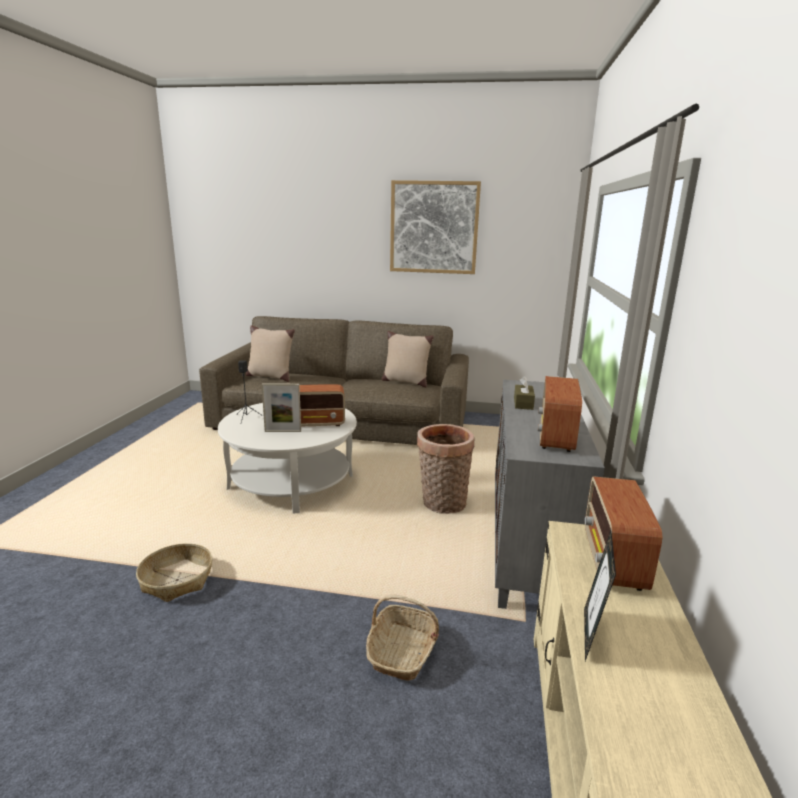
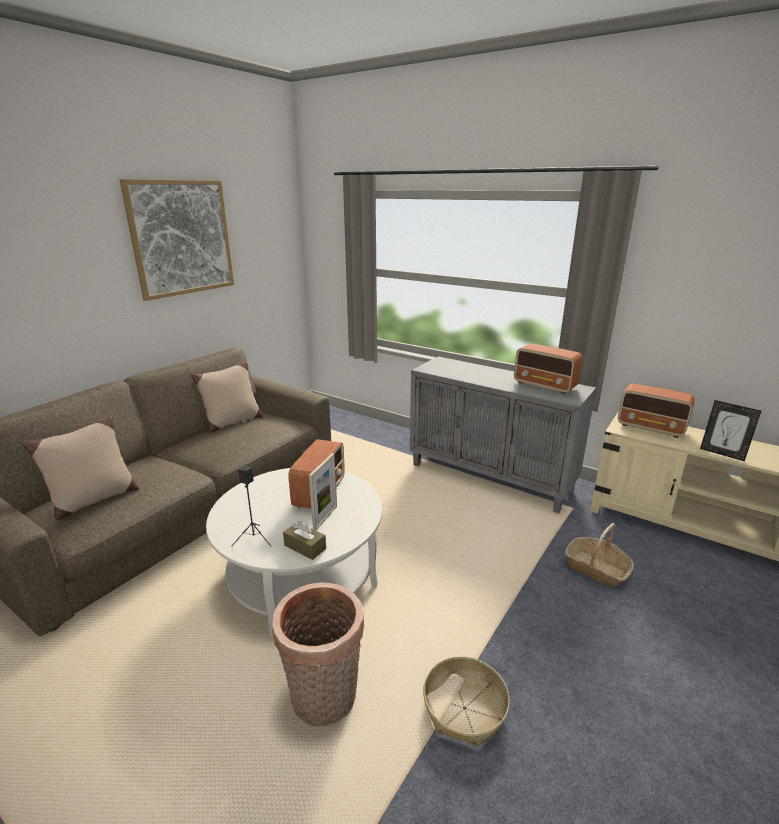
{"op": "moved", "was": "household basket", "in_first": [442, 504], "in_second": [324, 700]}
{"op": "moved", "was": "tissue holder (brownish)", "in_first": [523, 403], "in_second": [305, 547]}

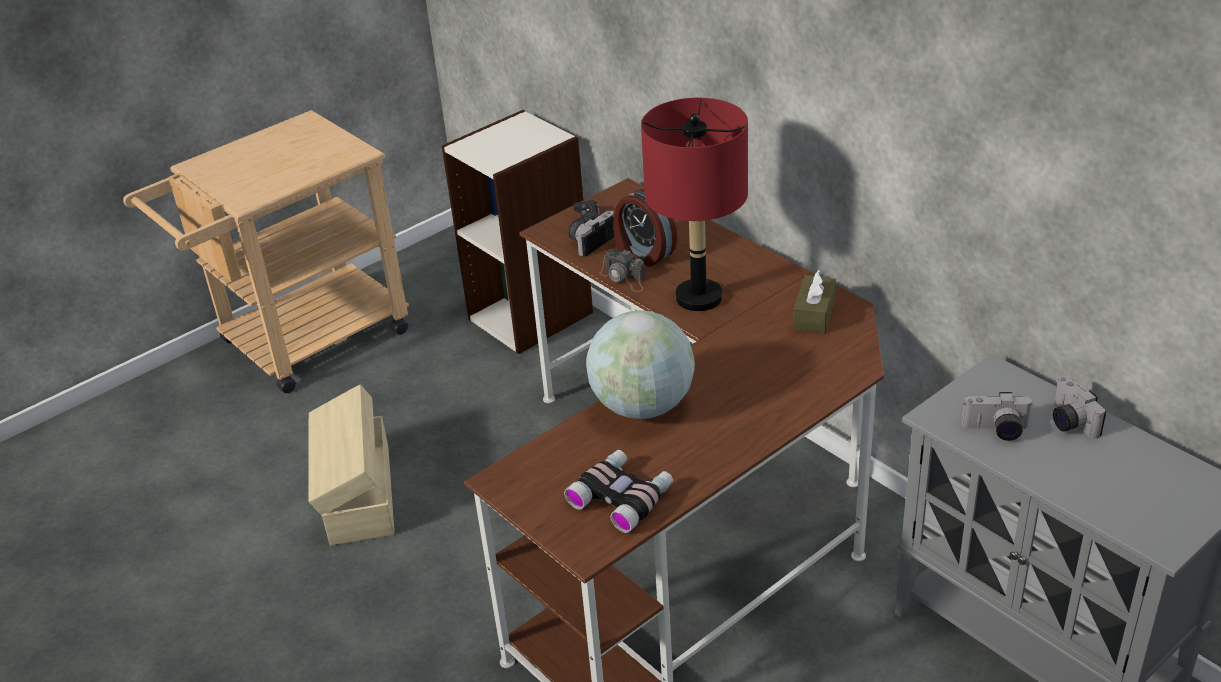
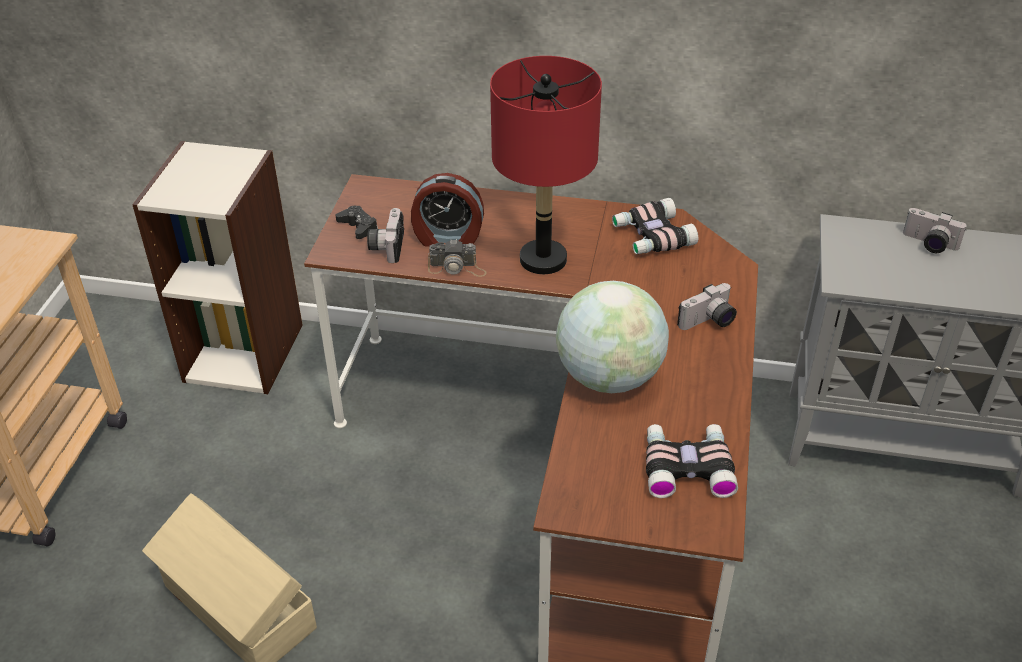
{"op": "replaced", "was": "tissue holder (brownish)", "now": "field glasses", "in_first": [814, 314], "in_second": [651, 236]}
{"op": "moved", "was": "photo camera", "in_first": [996, 431], "in_second": [709, 322]}

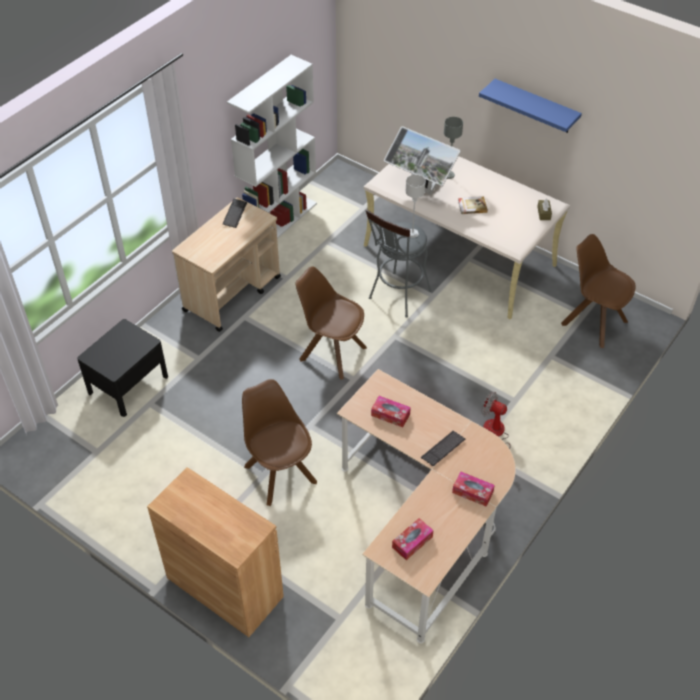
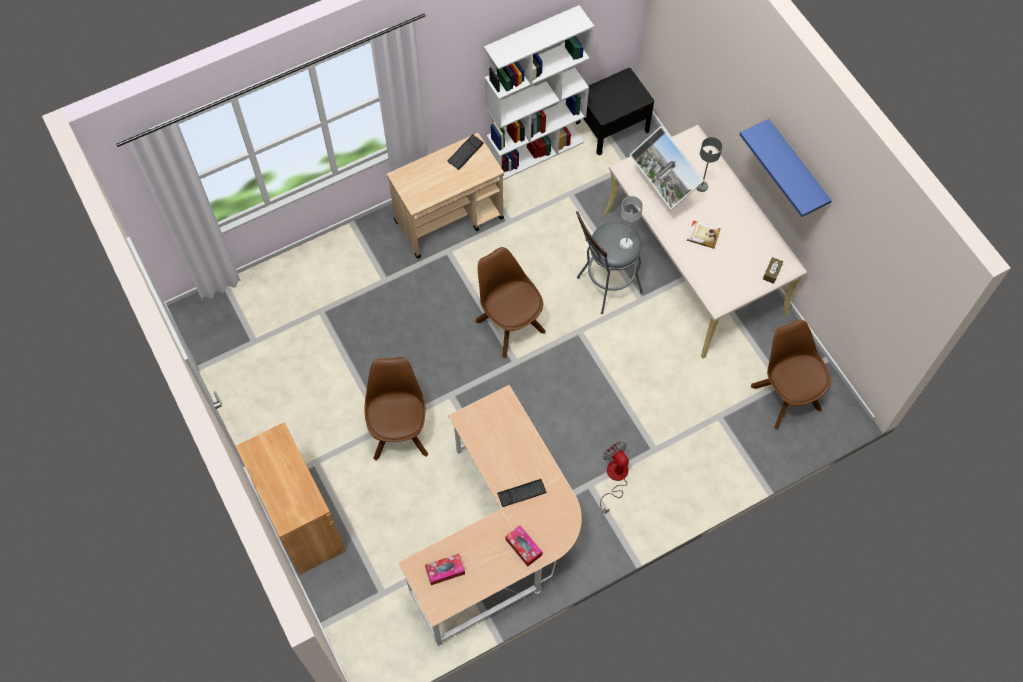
{"op": "moved", "was": "bedside table (blackish)", "in_first": [128, 384], "in_second": [612, 126]}
{"op": "removed", "was": "tissue holder", "in_first": [390, 415]}

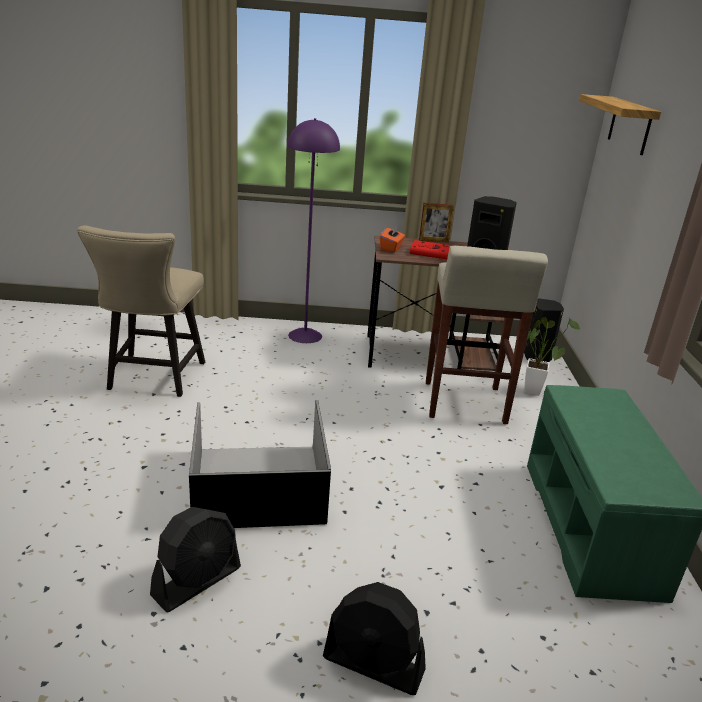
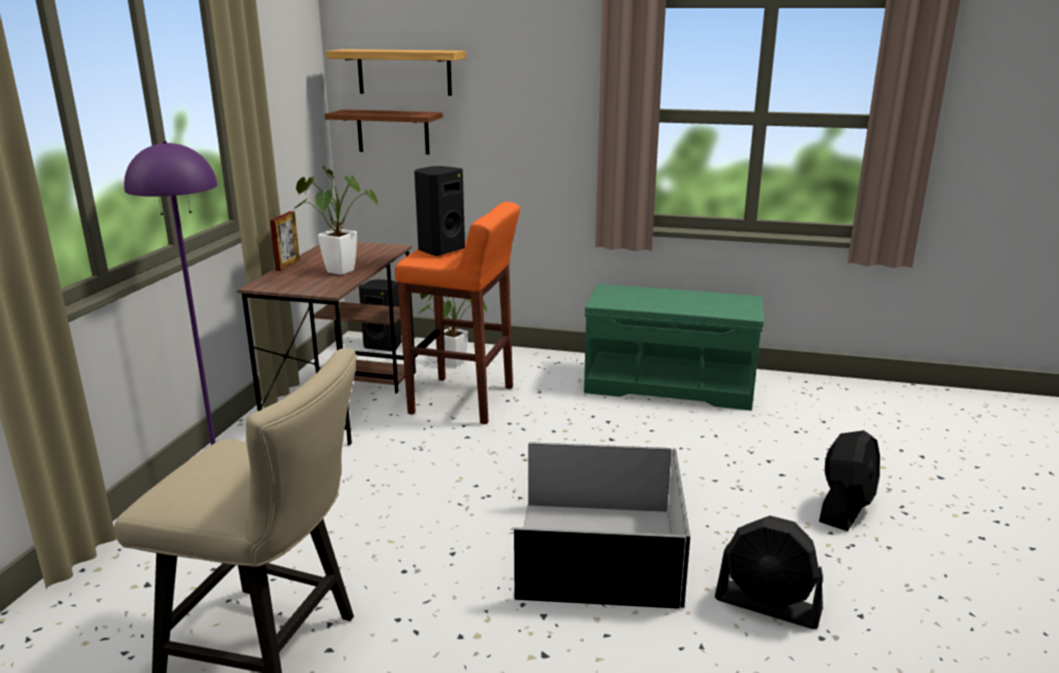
{"op": "turned", "was": "electric fan (blackish)", "in_first": [197, 581], "in_second": [768, 605], "clockwise": 150}
{"op": "removed", "was": "tissue holder (orange-coloured)", "in_first": [391, 248]}
{"op": "replaced", "was": "book (red)", "now": "houseplant", "in_first": [433, 253], "in_second": [336, 270]}
{"op": "recoloured", "was": "stool seat (sand-coloured)", "now": "stool seat (orange-coloured)", "in_first": [464, 403], "in_second": [464, 401]}
{"op": "added", "now": "shelf (brownish)", "in_second": [393, 132]}

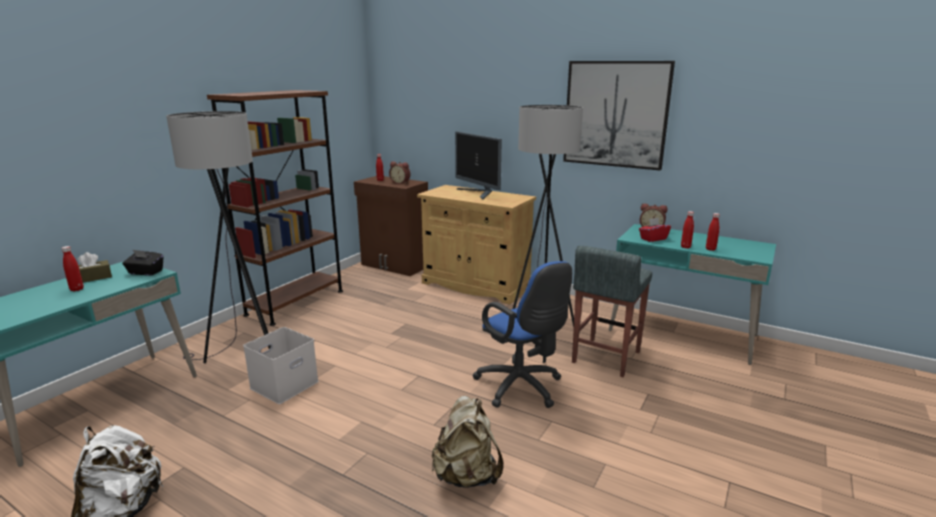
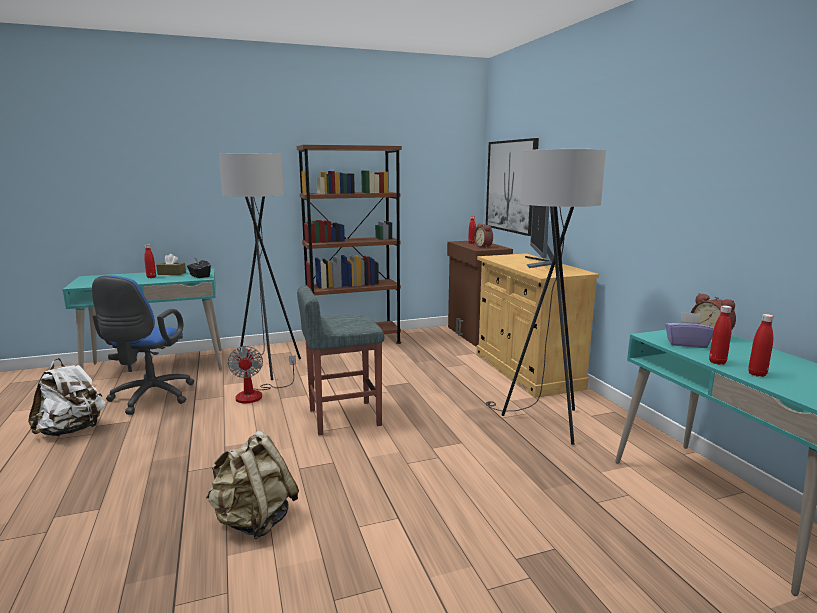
{"op": "replaced", "was": "storage container (white)", "now": "electric fan", "in_first": [284, 384], "in_second": [257, 394]}
{"op": "moved", "was": "computer chair (blue)", "in_first": [522, 388], "in_second": [150, 398]}
{"op": "moved", "was": "picture", "in_first": [615, 114], "in_second": [511, 186]}
{"op": "moved", "was": "stool seat (gray)", "in_first": [605, 357], "in_second": [343, 417]}
{"op": "recoloured", "was": "tissue holder (red)", "now": "tissue holder (purplish)", "in_first": [653, 239], "in_second": [686, 344]}

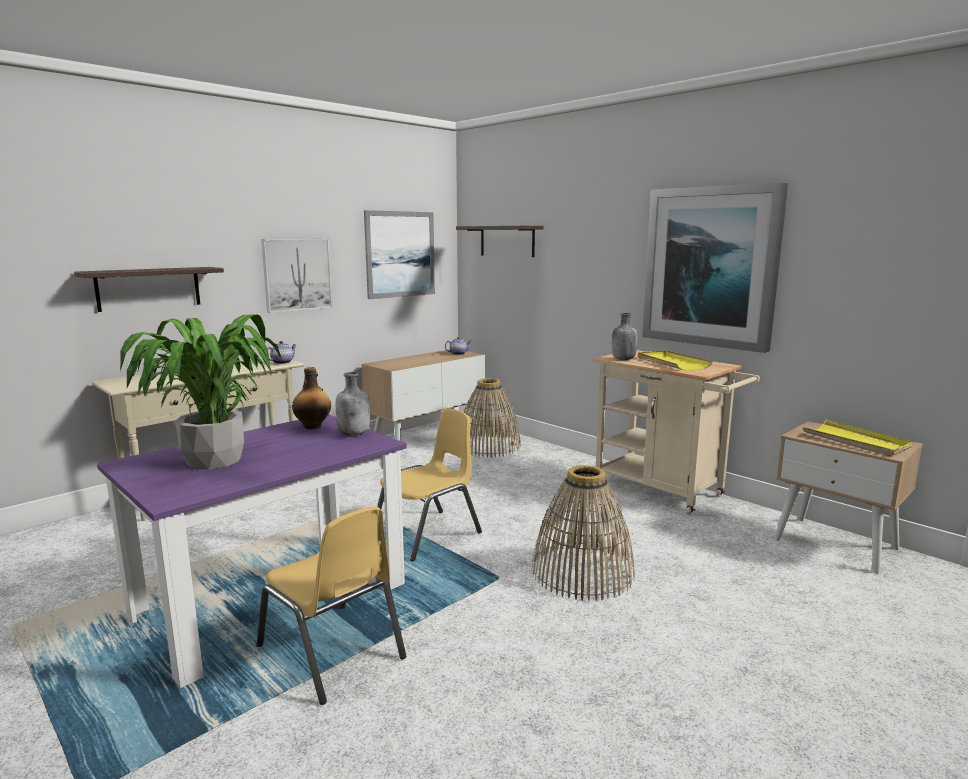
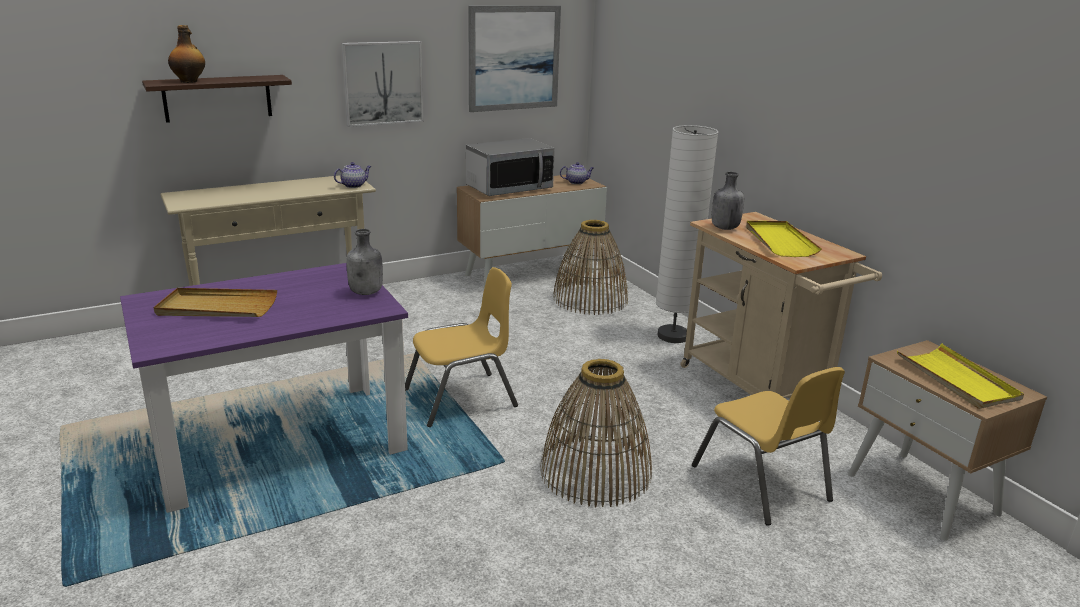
{"op": "replaced", "was": "houseplant", "now": "tray (sand-coloured)", "in_first": [213, 460], "in_second": [217, 307]}
{"op": "moved", "was": "chair (yellow-coloured)", "in_first": [332, 652], "in_second": [761, 483]}
{"op": "moved", "was": "beverage bottle", "in_first": [313, 426], "in_second": [189, 81]}
{"op": "removed", "was": "shelf", "in_first": [507, 241]}
{"op": "removed", "was": "picture", "in_first": [710, 267]}
{"op": "added", "now": "microwave oven", "in_second": [509, 188]}
{"op": "added", "now": "floor lamp (white)", "in_second": [673, 336]}

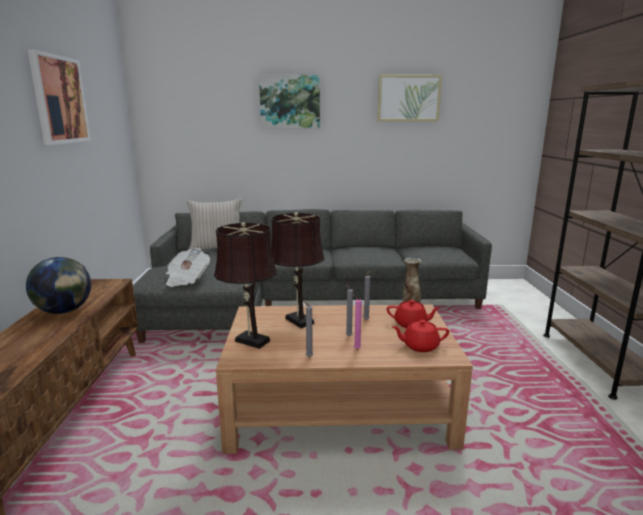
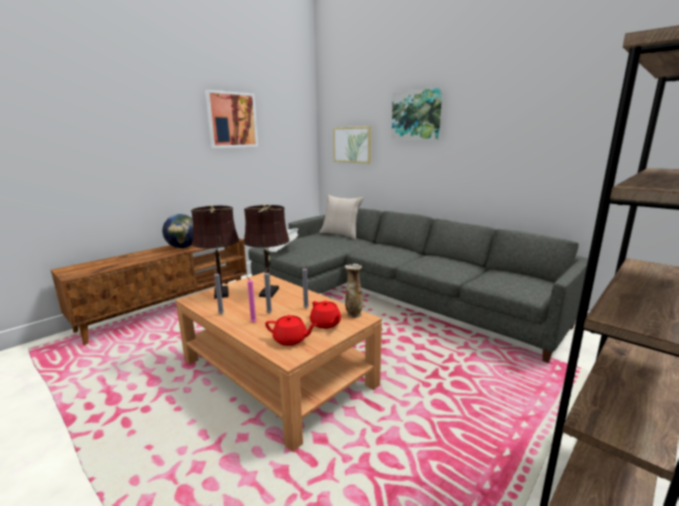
{"op": "moved", "was": "picture", "in_first": [408, 98], "in_second": [352, 144]}
{"op": "turned", "was": "tea pot (red)", "in_first": [419, 346], "in_second": [291, 340], "clockwise": 150}

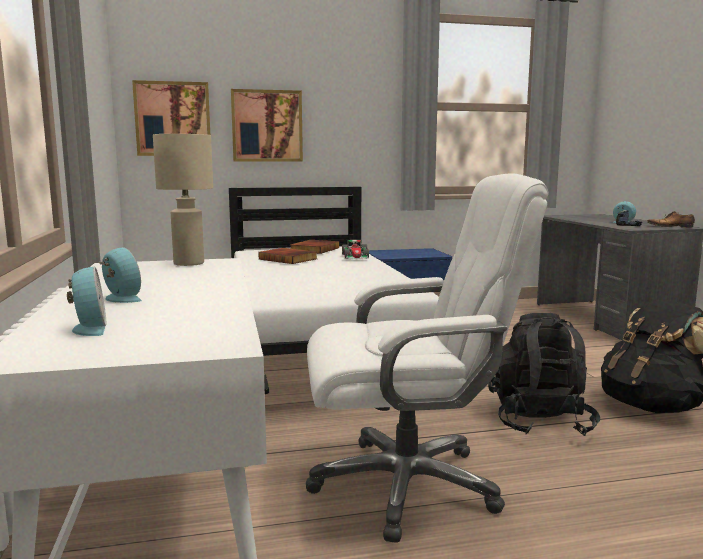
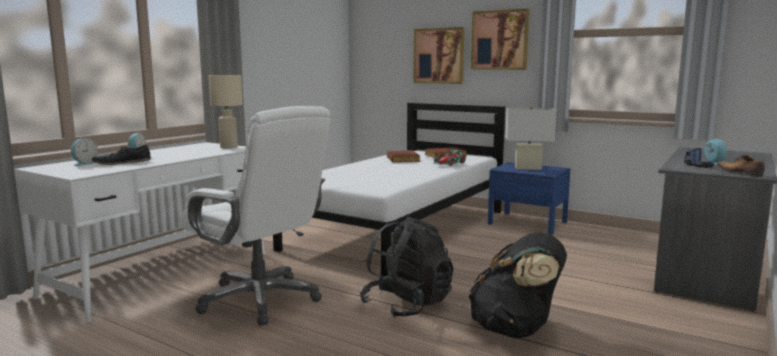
{"op": "moved", "was": "picture", "in_first": [173, 119], "in_second": [499, 40]}
{"op": "added", "now": "low shoe (blackish)", "in_second": [122, 163]}
{"op": "added", "now": "lamp for a table (white)", "in_second": [528, 168]}

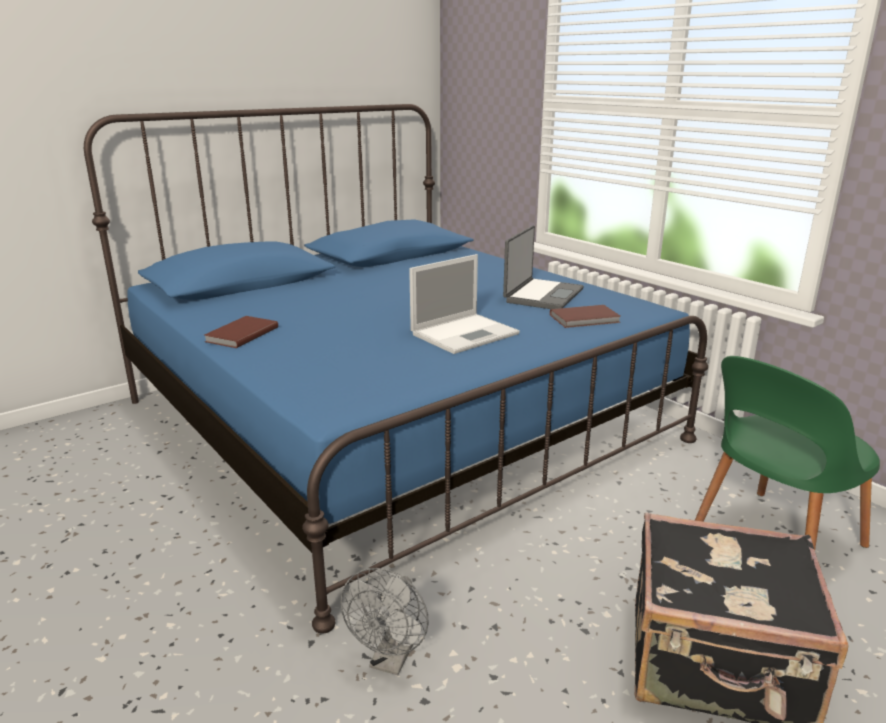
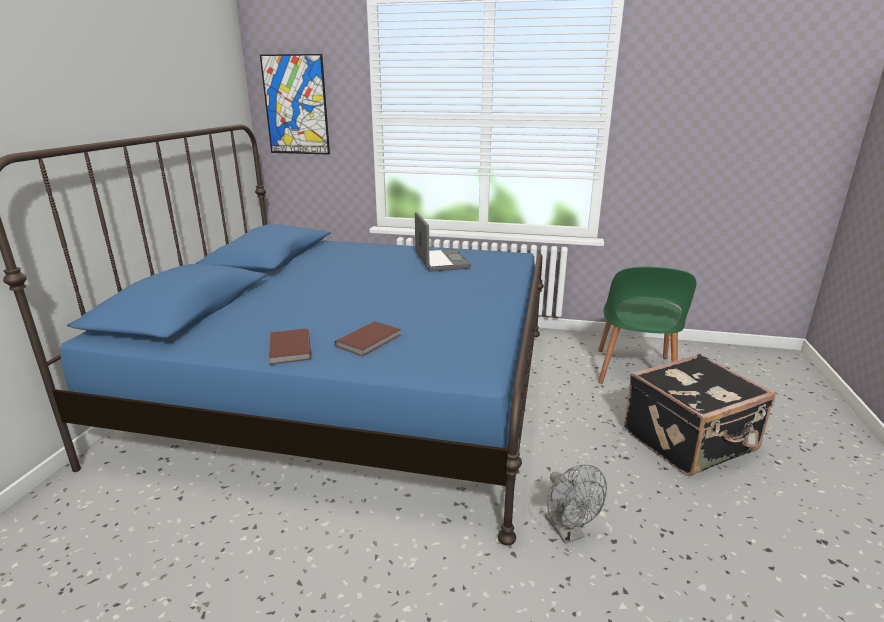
{"op": "removed", "was": "portable computer", "in_first": [466, 333]}
{"op": "moved", "was": "book (brownish)", "in_first": [586, 319], "in_second": [370, 340]}
{"op": "added", "now": "picture", "in_second": [296, 105]}

